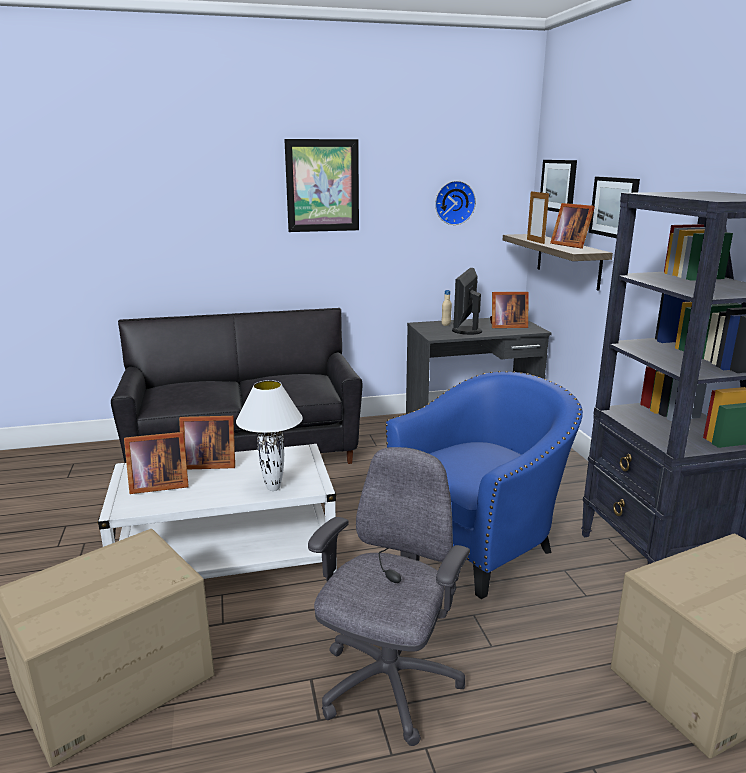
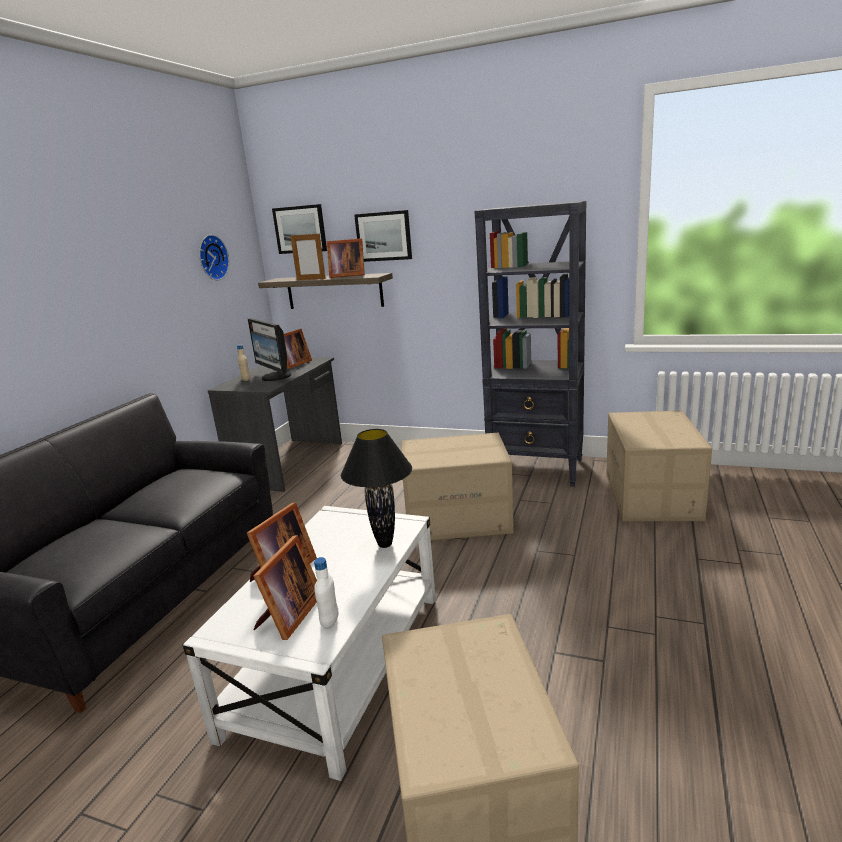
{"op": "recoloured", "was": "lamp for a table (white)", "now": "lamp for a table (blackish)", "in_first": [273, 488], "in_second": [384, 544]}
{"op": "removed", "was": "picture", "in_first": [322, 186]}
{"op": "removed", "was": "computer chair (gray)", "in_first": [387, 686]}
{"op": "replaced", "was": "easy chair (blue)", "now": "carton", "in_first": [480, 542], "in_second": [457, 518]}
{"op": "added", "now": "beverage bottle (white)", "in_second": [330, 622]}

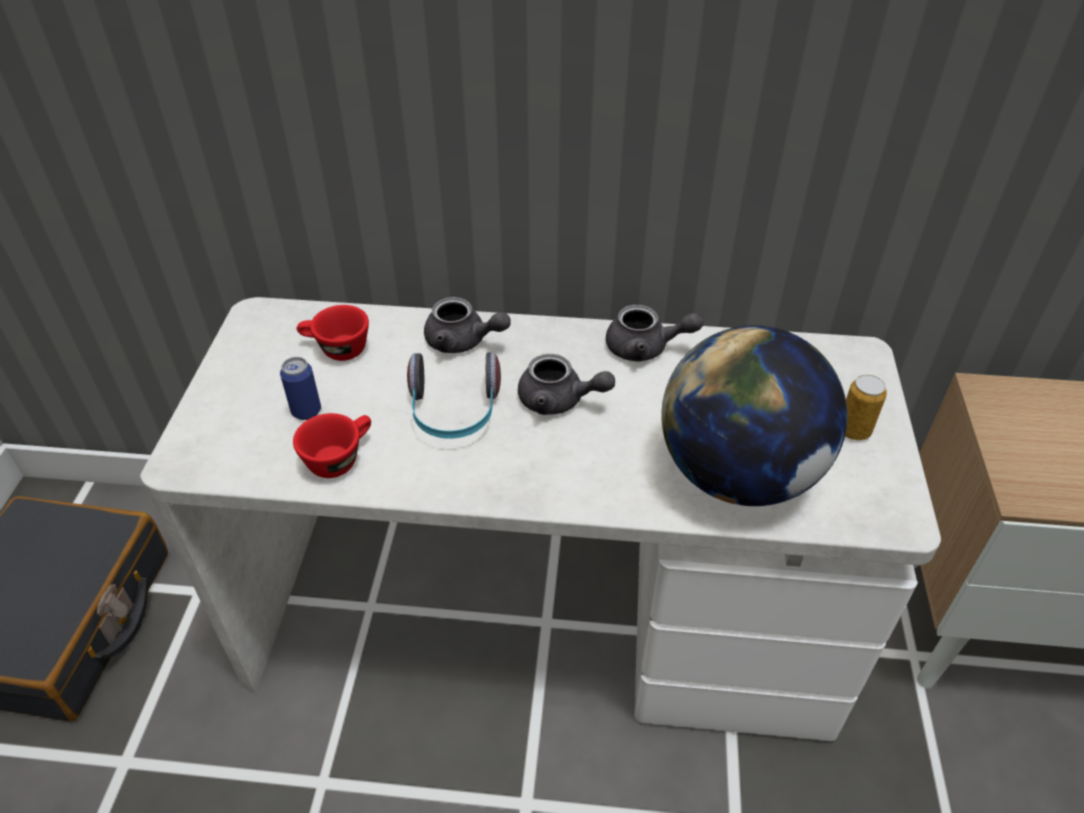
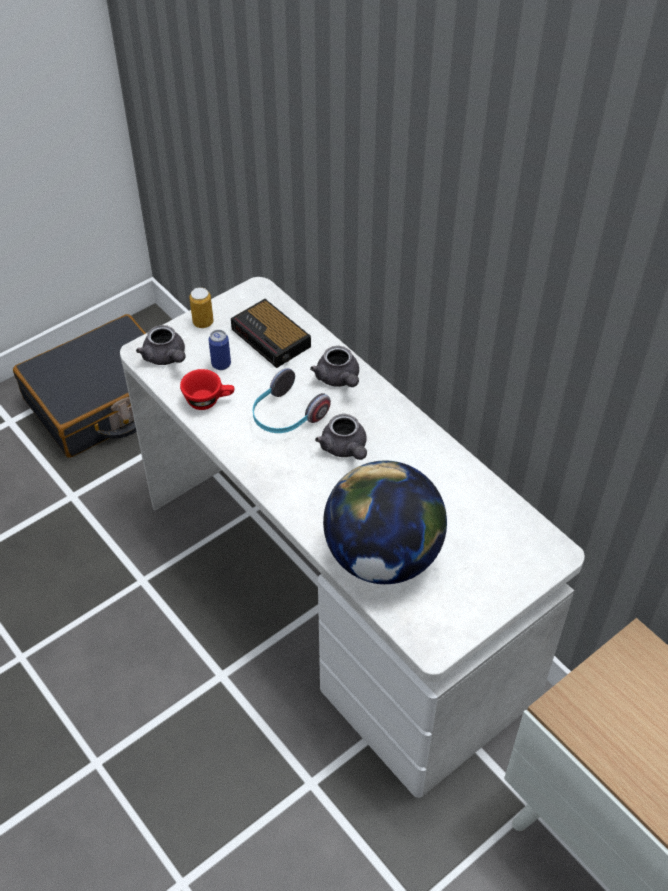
{"op": "replaced", "was": "small cup (red)", "now": "table clock", "in_first": [336, 349], "in_second": [272, 339]}
{"op": "moved", "was": "tea pot (gray)", "in_first": [645, 348], "in_second": [166, 358]}
{"op": "moved", "was": "metal can", "in_first": [854, 430], "in_second": [203, 322]}

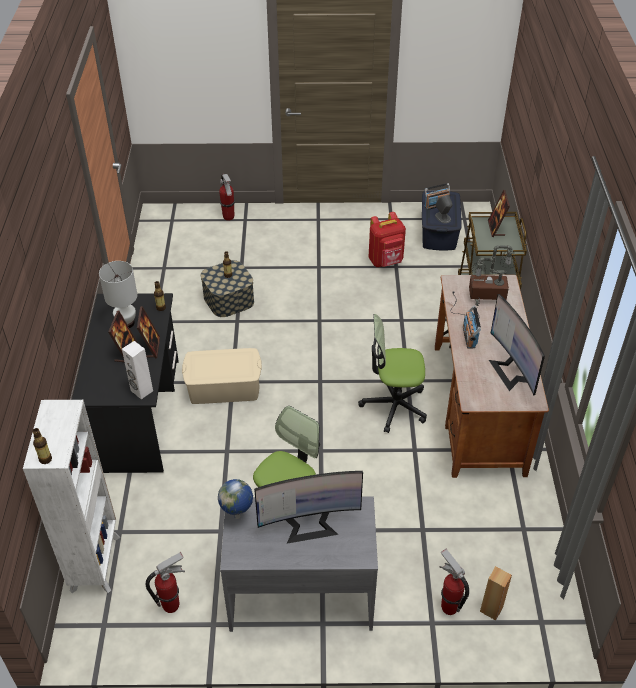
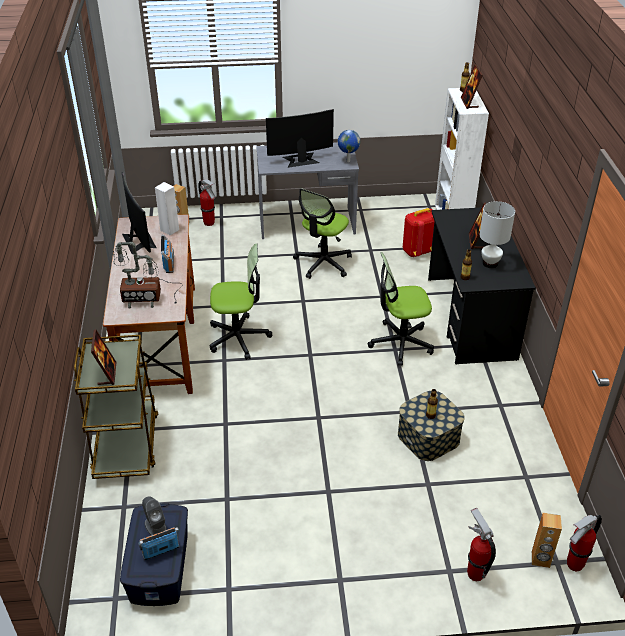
{"op": "moved", "was": "speaker (white)", "in_first": [141, 391], "in_second": [170, 230]}
{"op": "moved", "was": "photo frame", "in_first": [151, 347], "in_second": [469, 103]}
{"op": "moved", "was": "extinguisher", "in_first": [172, 605], "in_second": [574, 565]}
{"op": "replaced", "was": "storage container (sand-coloured)", "now": "computer chair", "in_first": [224, 388], "in_second": [400, 343]}
{"op": "moved", "was": "backpack (red)", "in_first": [386, 261], "in_second": [418, 251]}
{"op": "added", "now": "speaker (brownish)", "in_second": [540, 559]}

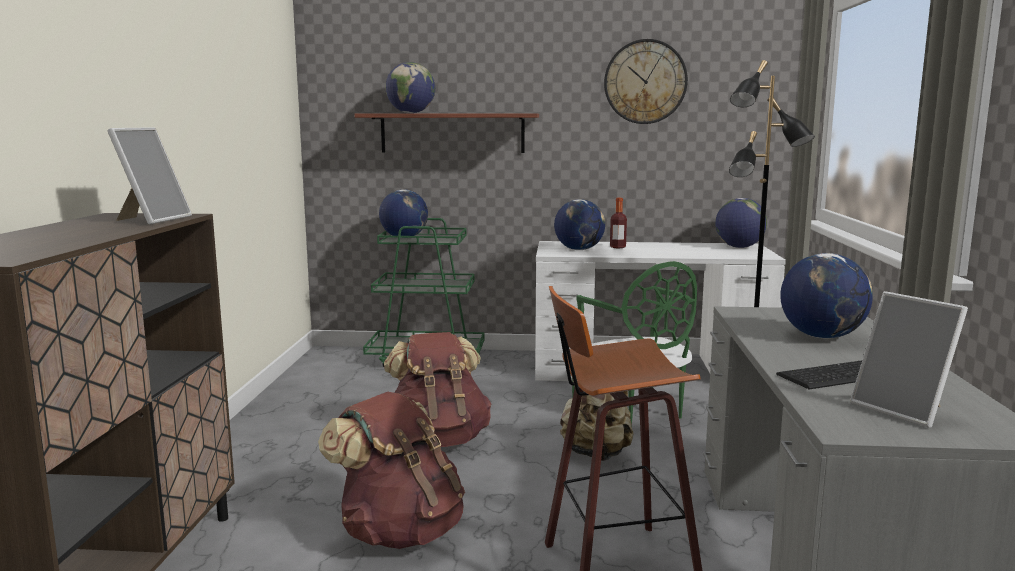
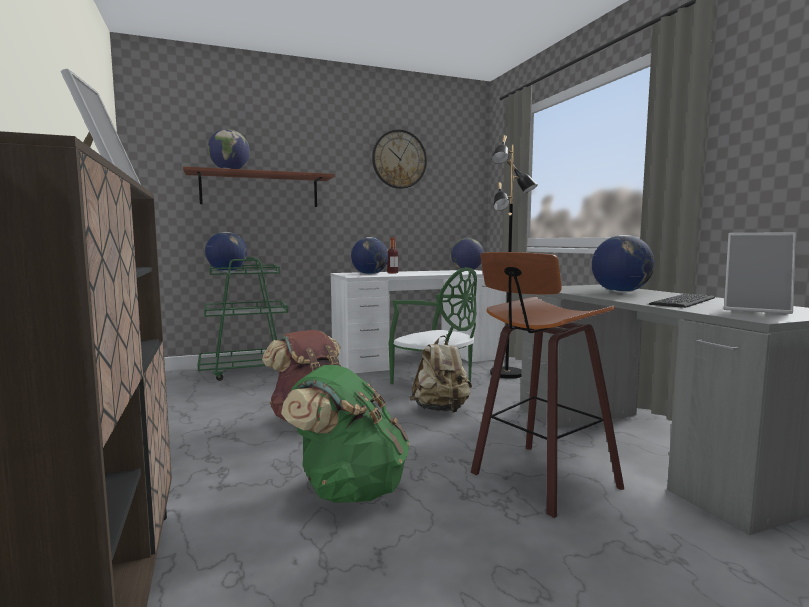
{"op": "recoloured", "was": "backpack (brownish)", "now": "backpack (green-coloured)", "in_first": [399, 531], "in_second": [349, 490]}

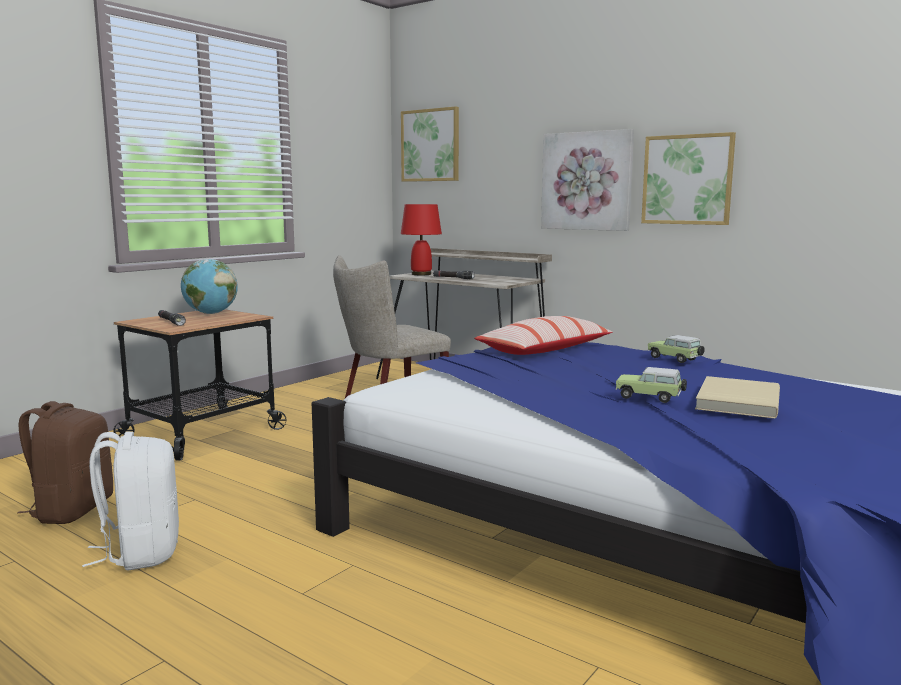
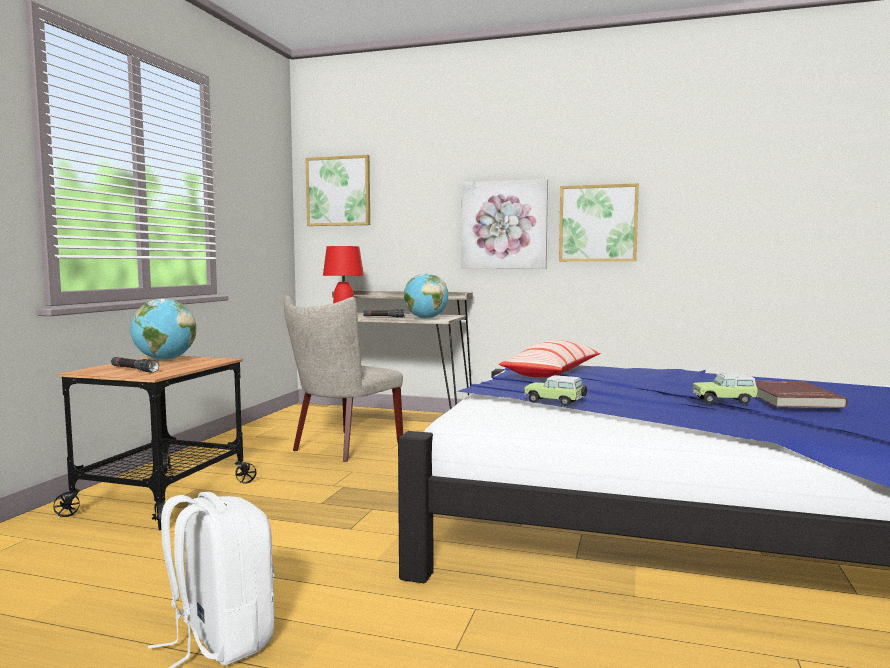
{"op": "removed", "was": "backpack (brownish)", "in_first": [72, 510]}
{"op": "moved", "was": "miniature car", "in_first": [675, 359], "in_second": [555, 402]}
{"op": "recoloured", "was": "book (sand-coloured)", "now": "book (red)", "in_first": [736, 401], "in_second": [789, 398]}
{"op": "added", "now": "desk globe", "in_second": [425, 318]}

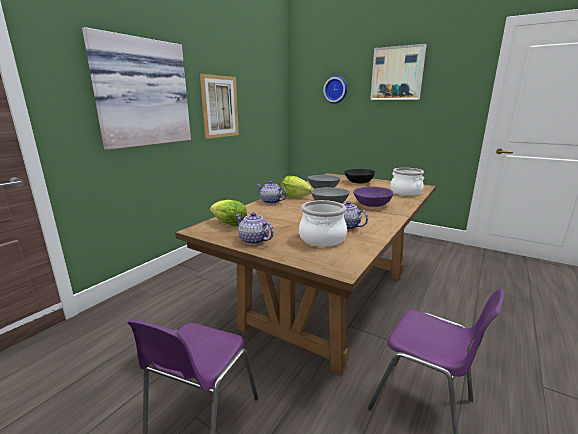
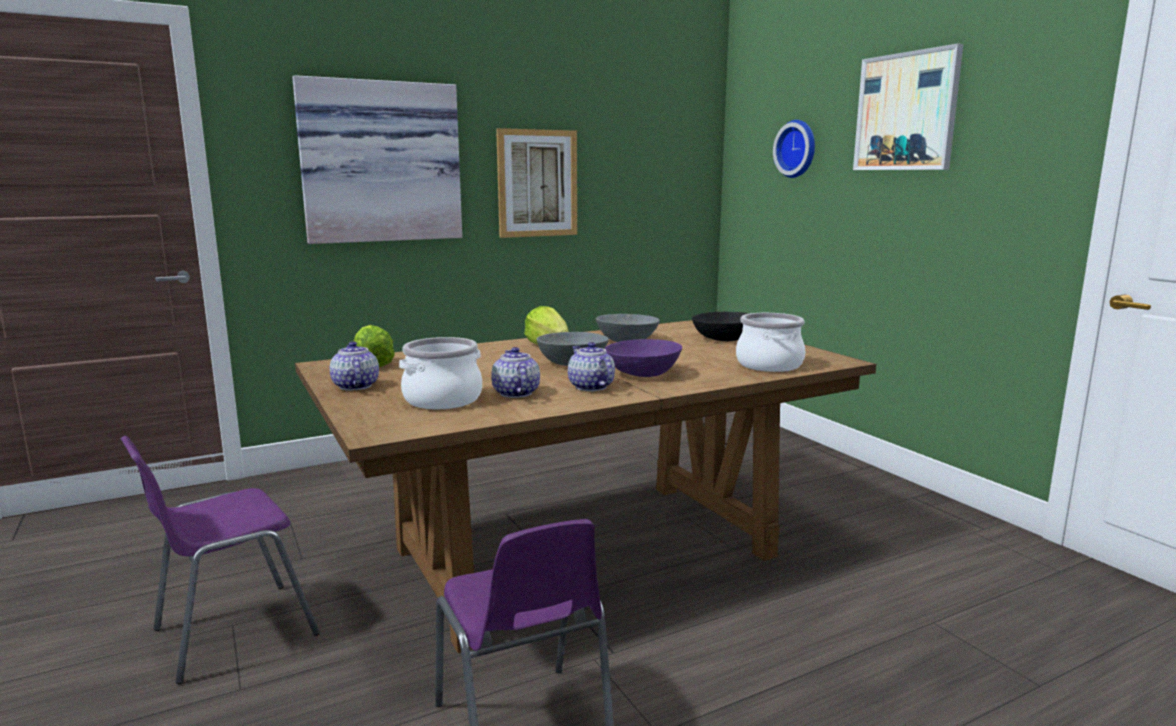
{"op": "moved", "was": "tea pot", "in_first": [271, 202], "in_second": [591, 387]}

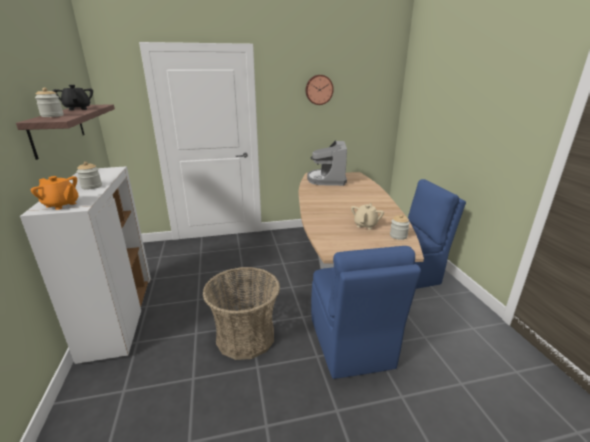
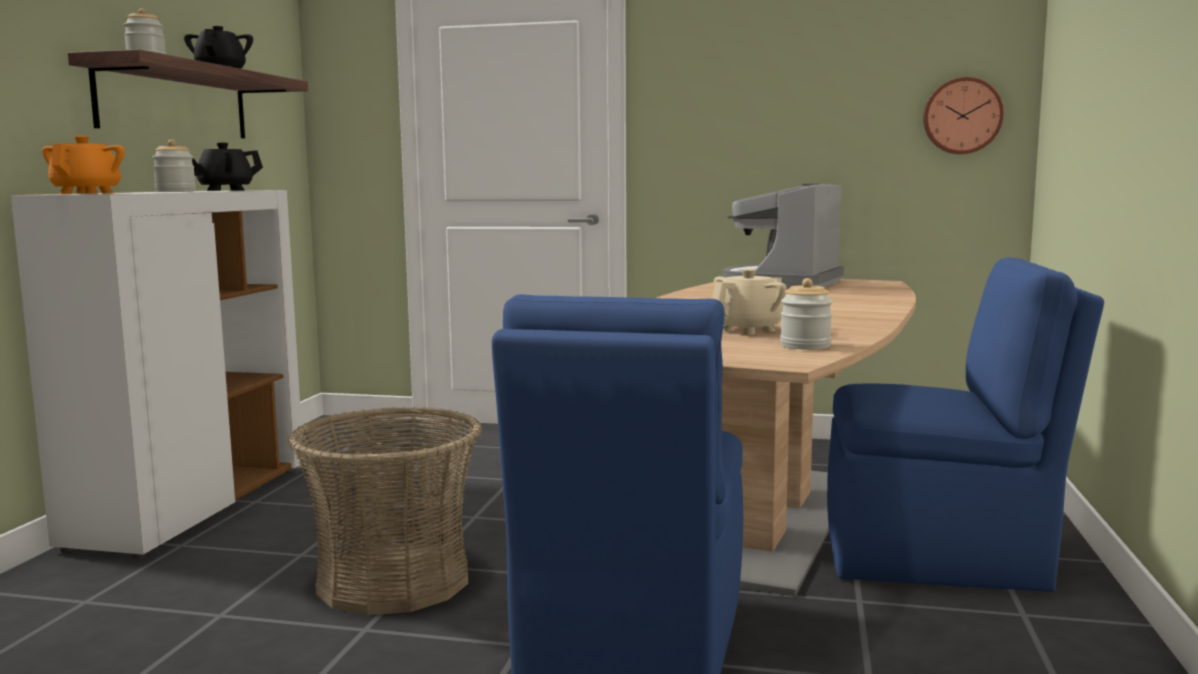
{"op": "turned", "was": "tea pot (orange-coloured)", "in_first": [61, 205], "in_second": [87, 193], "clockwise": -135}
{"op": "moved", "was": "hanging clock", "in_first": [319, 90], "in_second": [962, 116]}
{"op": "added", "now": "tea pot (blackish)", "in_second": [225, 190]}

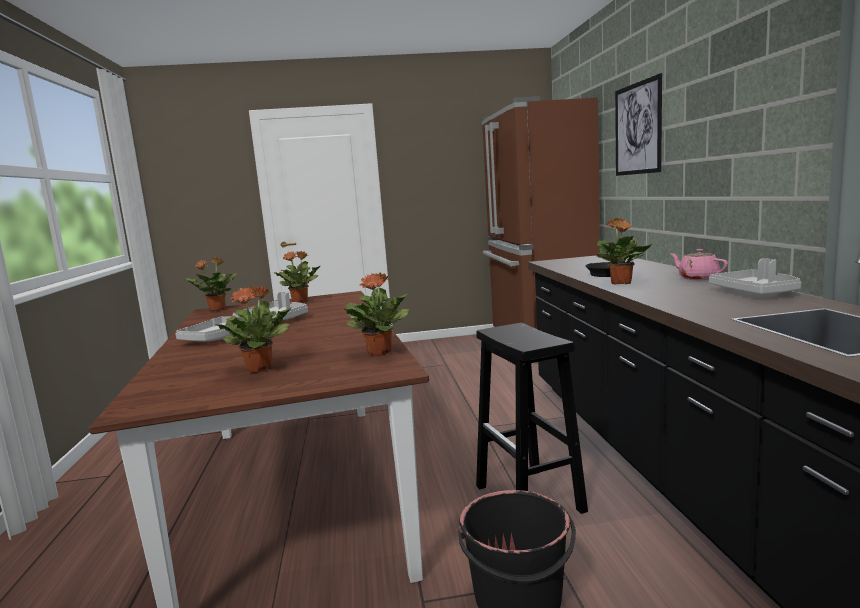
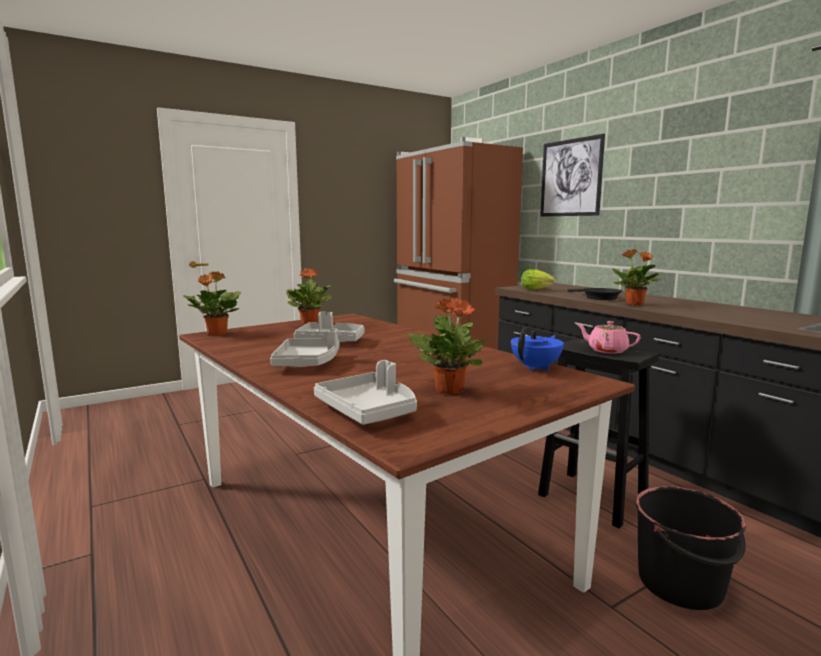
{"op": "replaced", "was": "houseplant", "now": "tea pot (blue)", "in_first": [380, 352], "in_second": [536, 367]}
{"op": "moved", "was": "tea pot (pinkish)", "in_first": [697, 278], "in_second": [606, 350]}
{"op": "moved", "was": "tray (gray)", "in_first": [756, 292], "in_second": [369, 410]}
{"op": "added", "now": "head of lettuce", "in_second": [537, 289]}

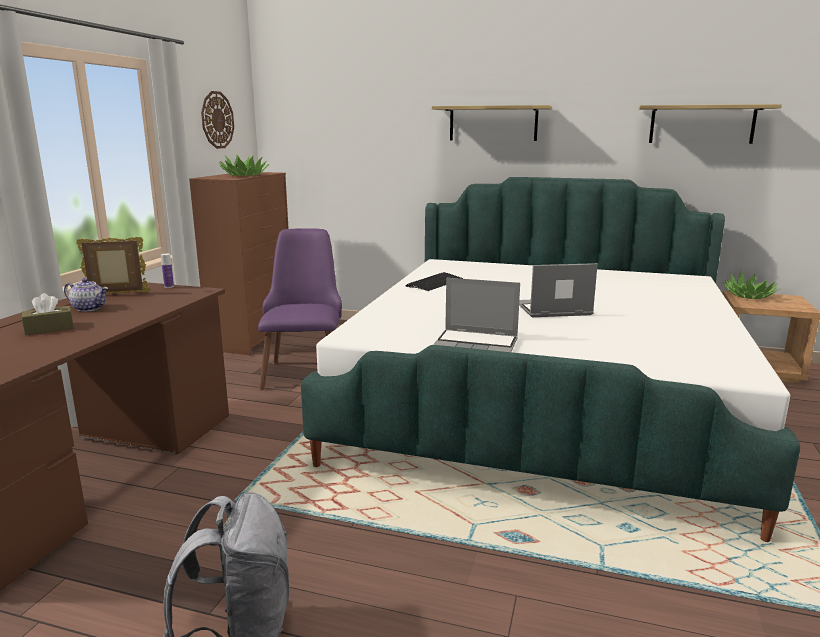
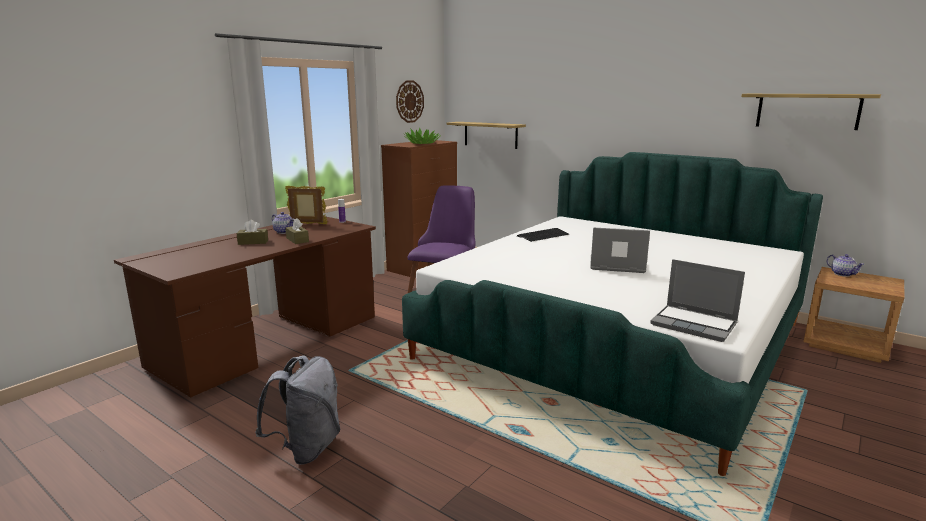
{"op": "moved", "was": "shelf", "in_first": [493, 123], "in_second": [490, 135]}
{"op": "moved", "was": "portable computer", "in_first": [477, 345], "in_second": [695, 324]}
{"op": "replaced", "was": "houseplant", "now": "tea pot", "in_first": [748, 296], "in_second": [843, 274]}
{"op": "added", "now": "tissue holder (brownish)", "in_second": [297, 240]}

